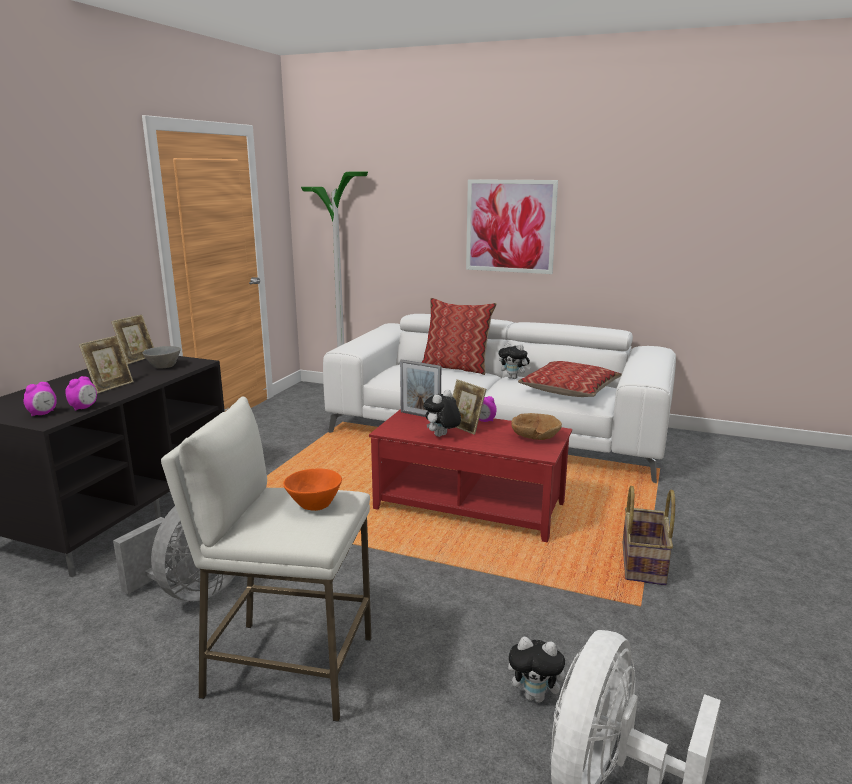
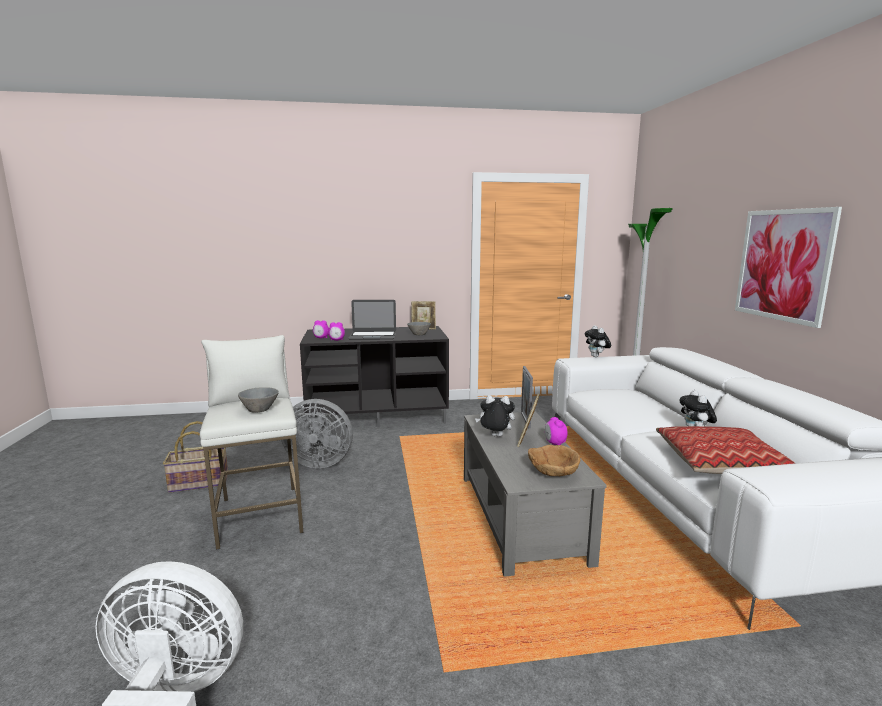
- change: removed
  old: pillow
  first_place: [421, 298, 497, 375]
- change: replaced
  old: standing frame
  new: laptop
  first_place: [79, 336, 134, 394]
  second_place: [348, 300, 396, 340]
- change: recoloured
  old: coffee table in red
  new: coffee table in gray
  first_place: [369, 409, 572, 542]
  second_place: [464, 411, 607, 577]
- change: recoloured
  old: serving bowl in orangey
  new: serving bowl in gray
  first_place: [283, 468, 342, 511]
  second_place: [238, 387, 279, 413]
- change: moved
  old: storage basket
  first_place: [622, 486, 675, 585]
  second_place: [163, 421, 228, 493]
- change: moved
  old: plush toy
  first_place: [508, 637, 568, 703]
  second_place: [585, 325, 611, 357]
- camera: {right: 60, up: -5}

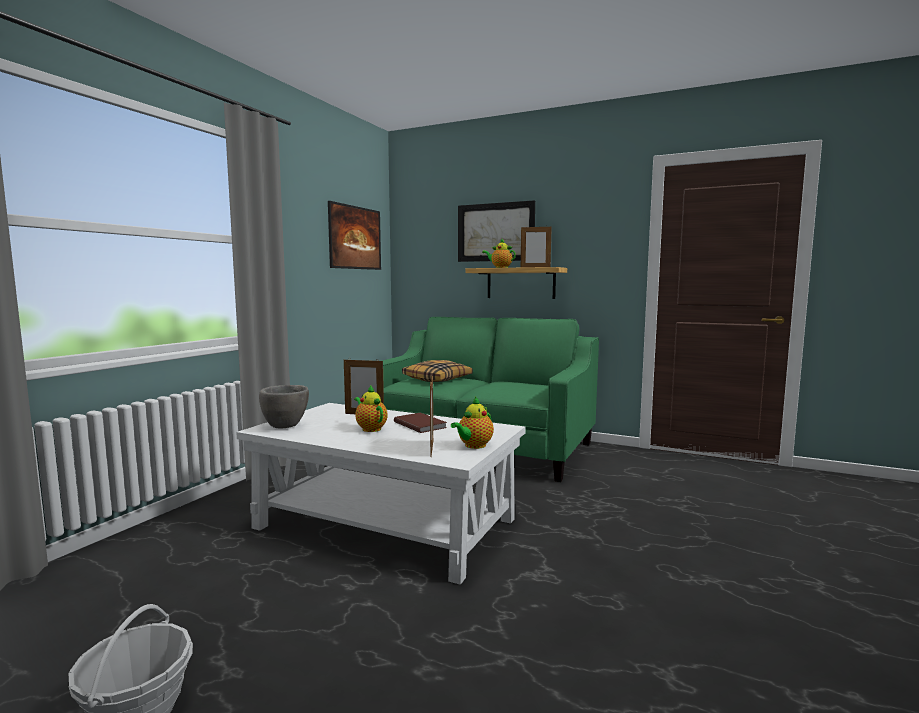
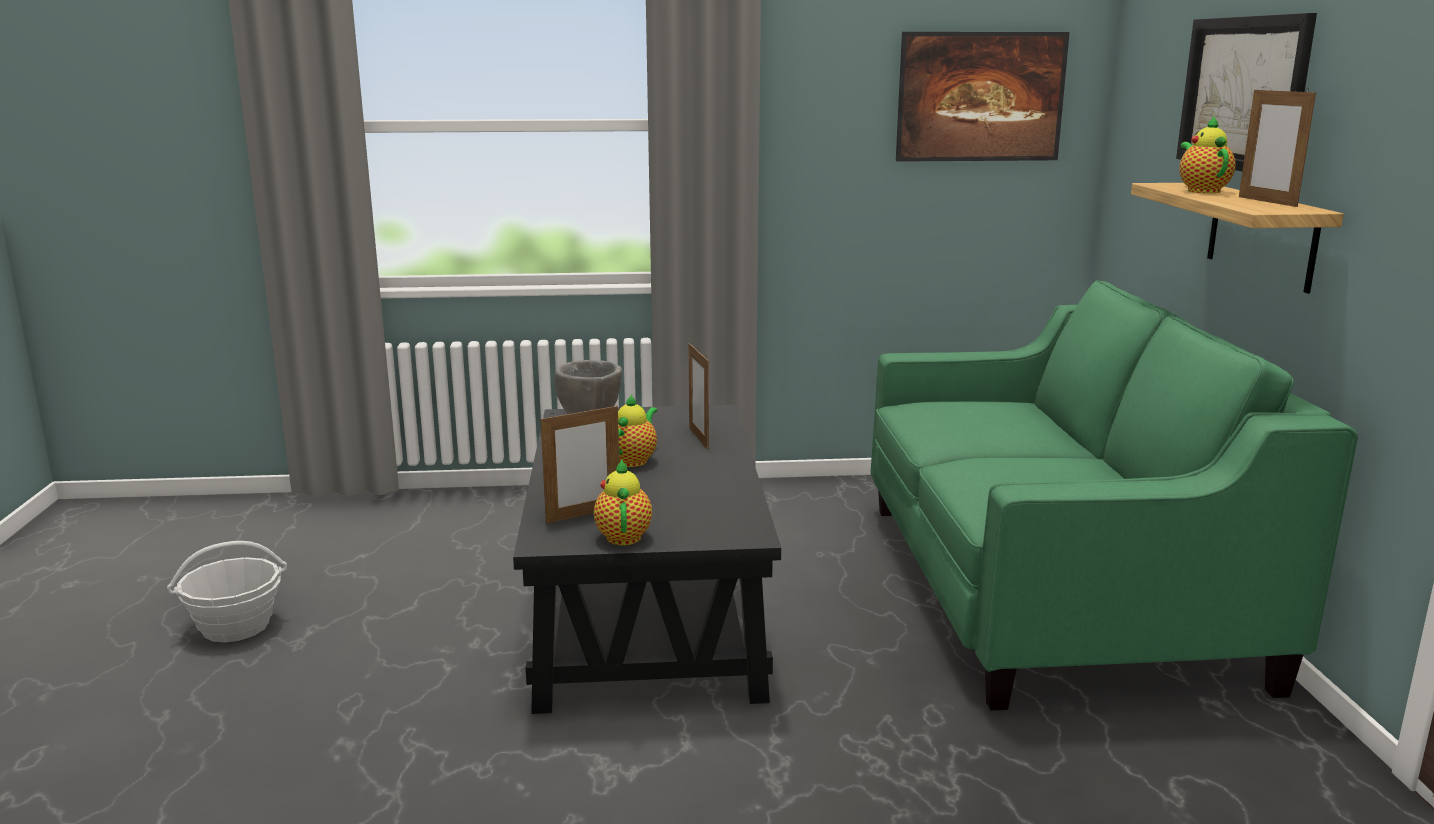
- change: removed
  old: pillow
  first_place: [402, 360, 473, 382]
- change: turned
  old: teapot
  first_place: [451, 397, 494, 449]
  second_place: [593, 459, 652, 545]
  degrees: 75
- change: recoloured
  old: coffee table in white-coloured
  new: coffee table in blackish
  first_place: [236, 403, 525, 585]
  second_place: [513, 405, 781, 714]
- change: removed
  old: book in brownish
  first_place: [394, 413, 447, 433]
- camera: {right: 60, up: 10}

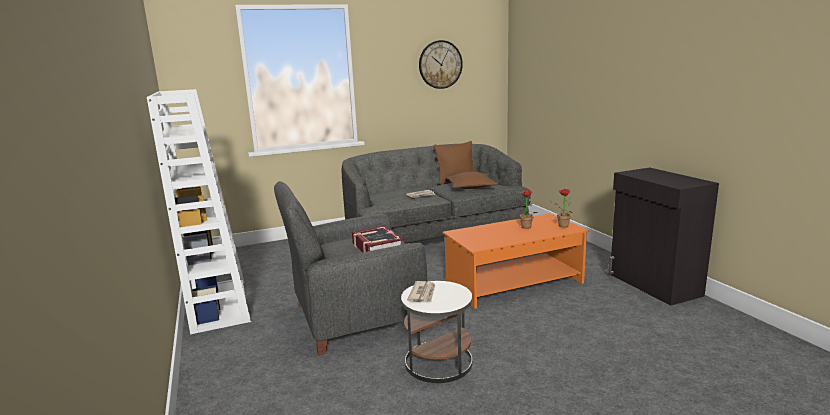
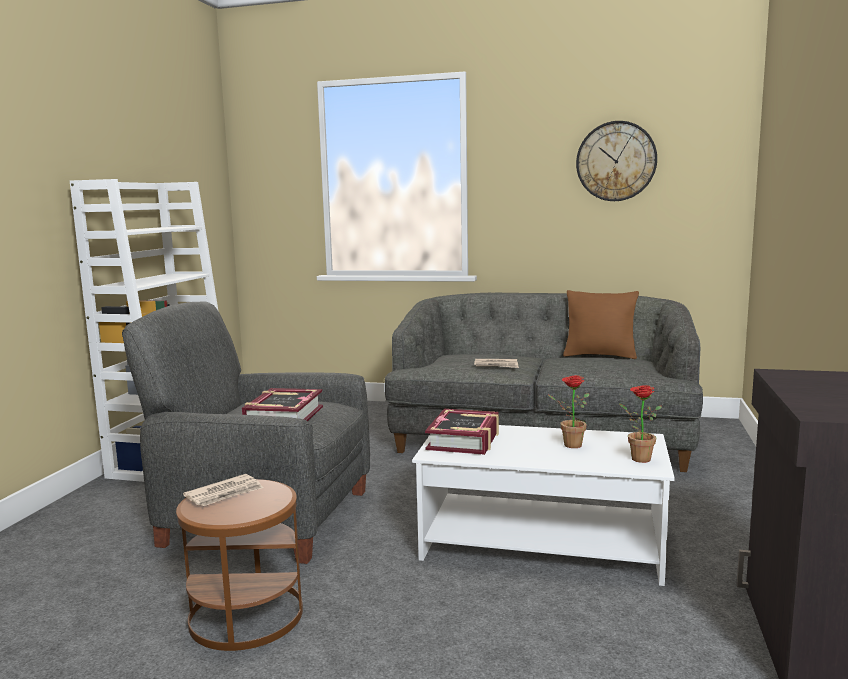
- change: removed
  old: pillow in brownish
  first_place: [446, 172, 498, 189]
- change: recoloured
  old: coffee table in orangey
  new: coffee table in white-coloured
  first_place: [443, 213, 589, 309]
  second_place: [412, 425, 675, 586]
- change: recoloured
  old: side table in white-coloured
  new: side table in brownish
  first_place: [401, 281, 472, 383]
  second_place: [176, 479, 303, 651]
- change: added
  new: book
  second_place: [425, 409, 499, 455]
- camera: {right: 35, up: -5}

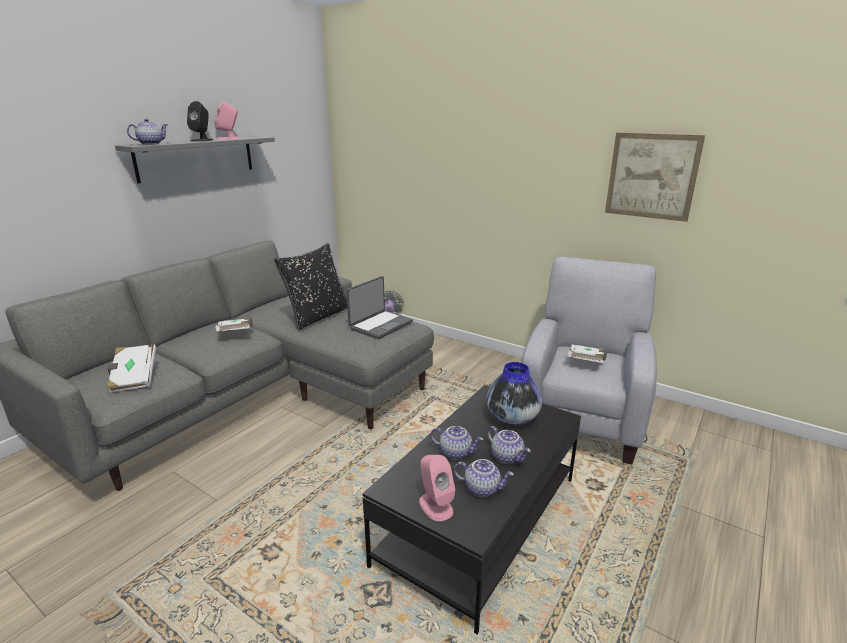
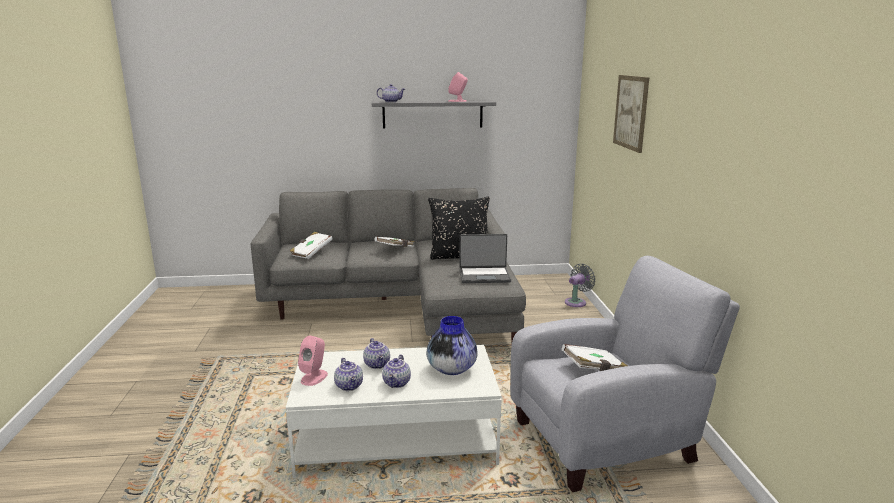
- change: removed
  old: speaker in blackish
  first_place: [187, 101, 213, 142]
- change: moved
  old: wall picture
  first_place: [605, 133, 705, 222]
  second_place: [613, 75, 649, 153]
- change: recoloured
  old: coffee table in blackish
  new: coffee table in white-coloured
  first_place: [362, 385, 581, 634]
  second_place: [286, 345, 502, 478]
- camera: {right: 50, up: -5}

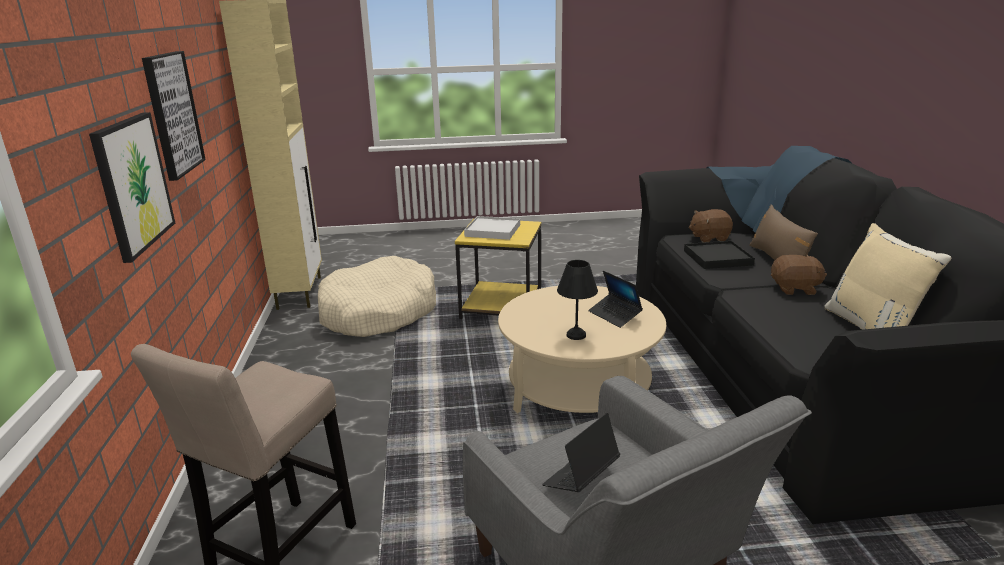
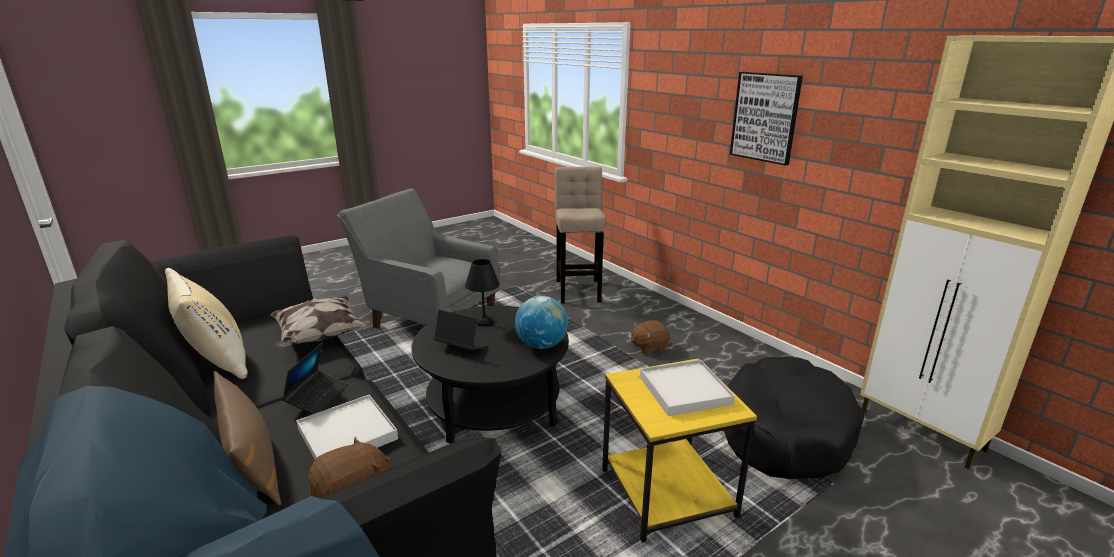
- change: removed
  old: wall picture
  first_place: [89, 112, 175, 263]
- change: recoloured
  old: carrying tray in blackish
  new: carrying tray in white-coloured
  first_place: [684, 241, 755, 269]
  second_place: [296, 395, 398, 460]
- change: moved
  old: plush toy in brownish
  first_place: [771, 255, 827, 295]
  second_place: [631, 320, 670, 354]
- change: recoloured
  old: dog cushion in beige
  new: dog cushion in blackish
  first_place: [318, 256, 436, 337]
  second_place: [725, 357, 864, 479]
- change: recoloured
  old: coffee table in beige
  new: coffee table in blackish
  first_place: [498, 286, 666, 413]
  second_place: [411, 306, 569, 444]
- change: moved
  old: laptop
  first_place: [542, 413, 620, 492]
  second_place: [282, 343, 348, 414]
- change: added
  new: pillow
  second_place: [270, 296, 366, 348]
- change: added
  new: world globe
  second_place: [515, 296, 568, 349]
- camera: {right: 150, up: 0}

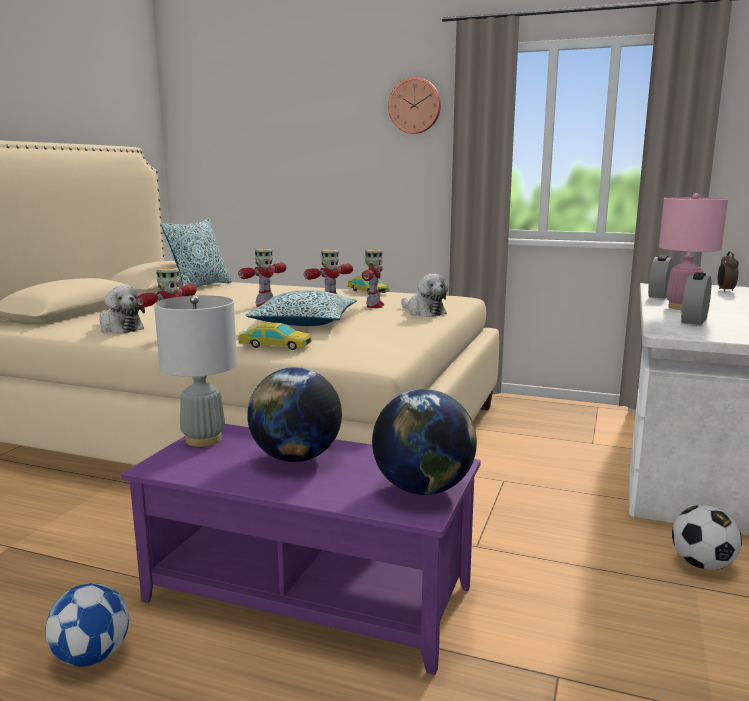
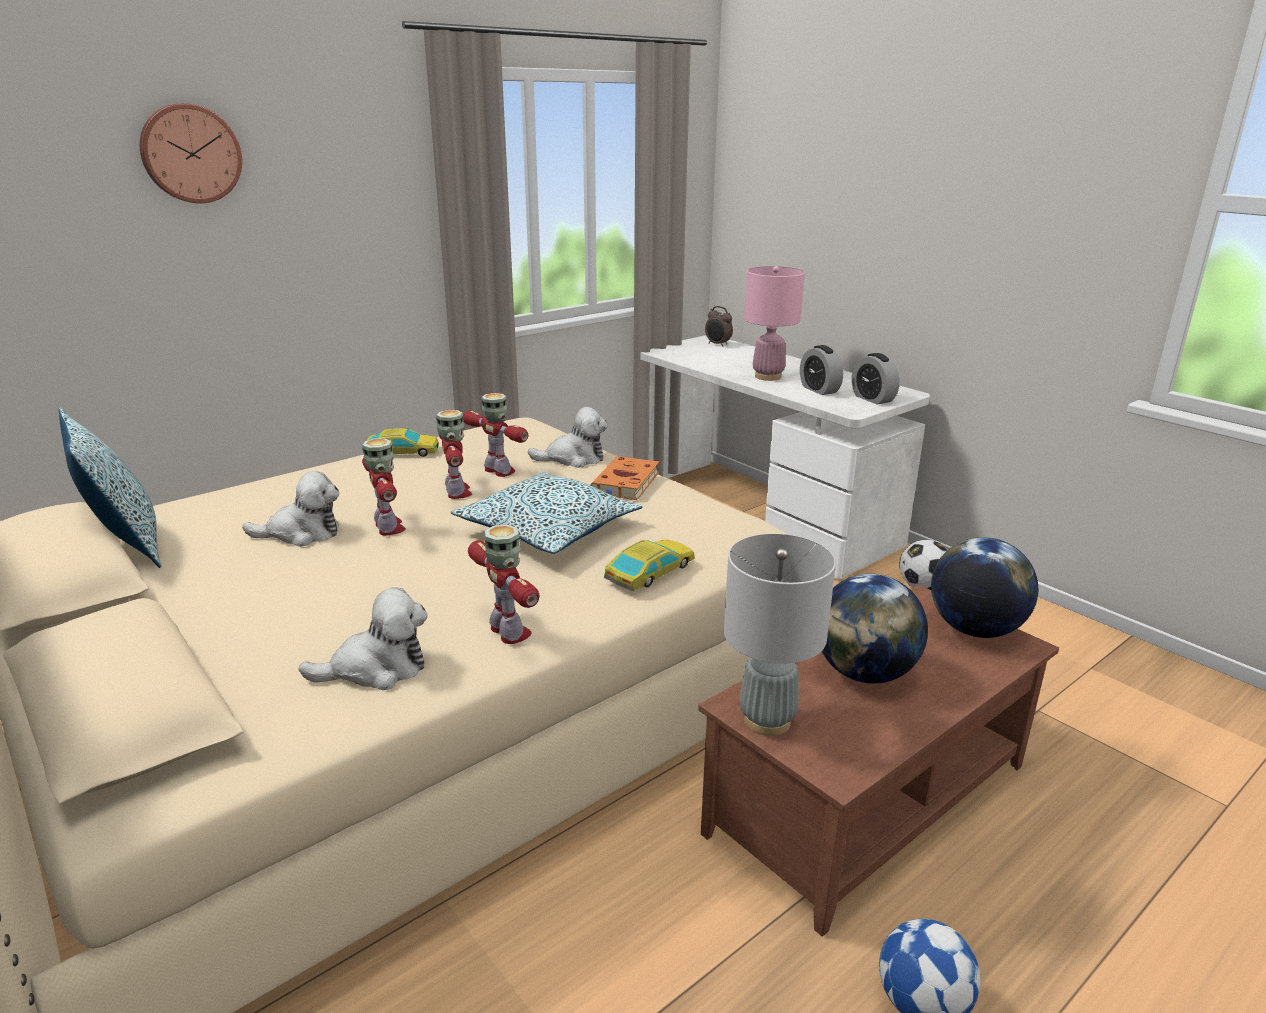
- change: moved
  old: hanging clock
  first_place: [388, 77, 441, 134]
  second_place: [140, 104, 242, 203]
- change: moved
  old: alarm clock
  first_place: [648, 255, 673, 298]
  second_place: [852, 353, 900, 405]
- change: recoloured
  old: coffee table in purplish
  new: coffee table in brownish
  first_place: [121, 424, 481, 675]
  second_place: [698, 585, 1059, 937]
- change: added
  new: book in orangey
  second_place: [591, 456, 659, 500]
- change: added
  new: plush toy
  second_place: [242, 471, 339, 547]
- camera: {right: -60, up: 10}

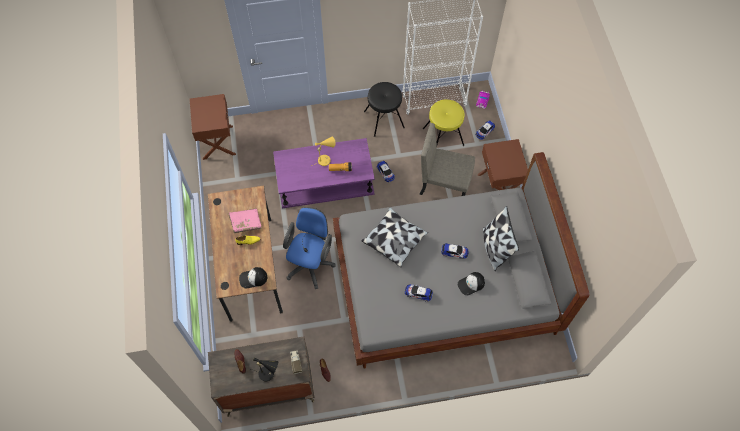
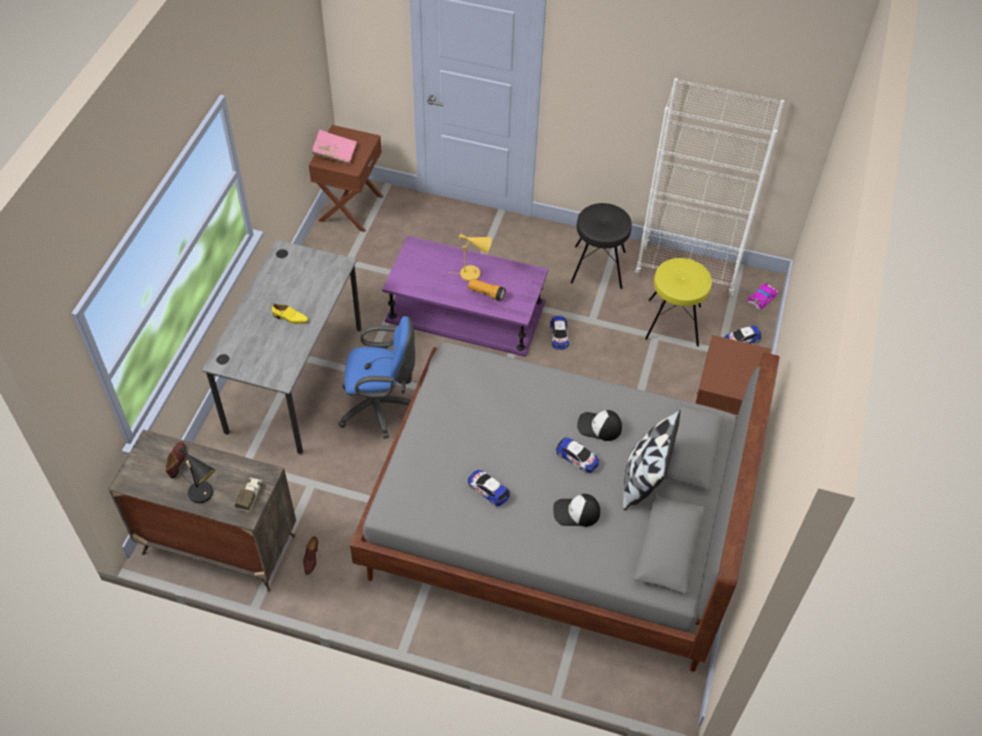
- change: removed
  old: plain chair in beige
  first_place: [419, 123, 475, 196]
- change: recoloured
  old: desk table in brownish
  new: desk table in gray
  first_place: [208, 186, 283, 322]
  second_place: [202, 240, 362, 455]
- change: turned
  old: office chair in blue-coloured
  first_place: [283, 207, 335, 289]
  second_place: [338, 316, 415, 439]
  degrees: 45
- change: removed
  old: pillow
  first_place: [361, 207, 428, 267]
- change: moved
  old: book in pink-coloured
  first_place: [228, 208, 261, 233]
  second_place: [312, 129, 357, 165]
- change: moved
  old: peaked cap
  first_place: [239, 267, 267, 289]
  second_place: [577, 410, 622, 441]
- camera: {right: 25, up: -10}

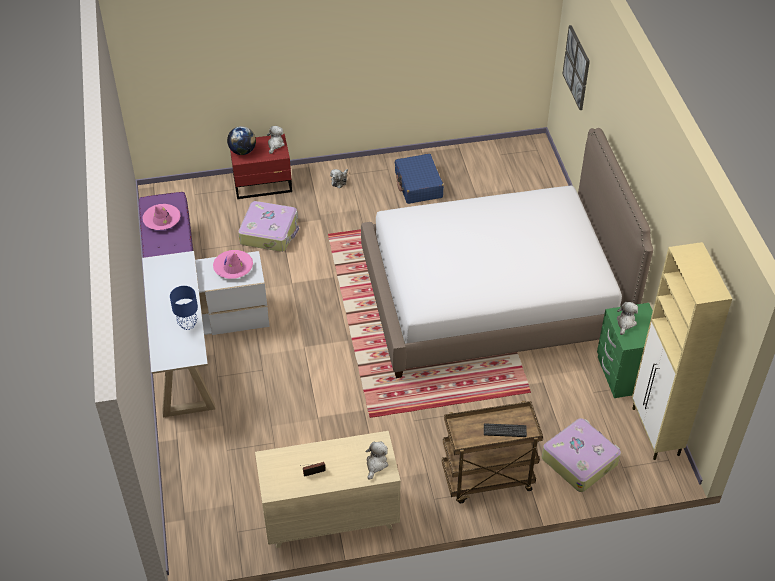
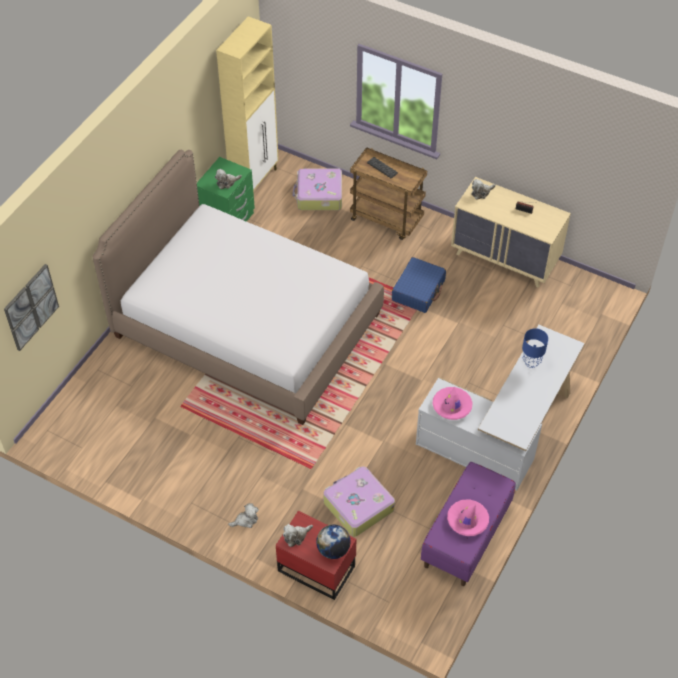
- change: moved
  old: piece of luggage in blue-coloured
  first_place: [395, 154, 444, 204]
  second_place: [392, 257, 446, 313]
- camera: {right: -140, up: 5}

